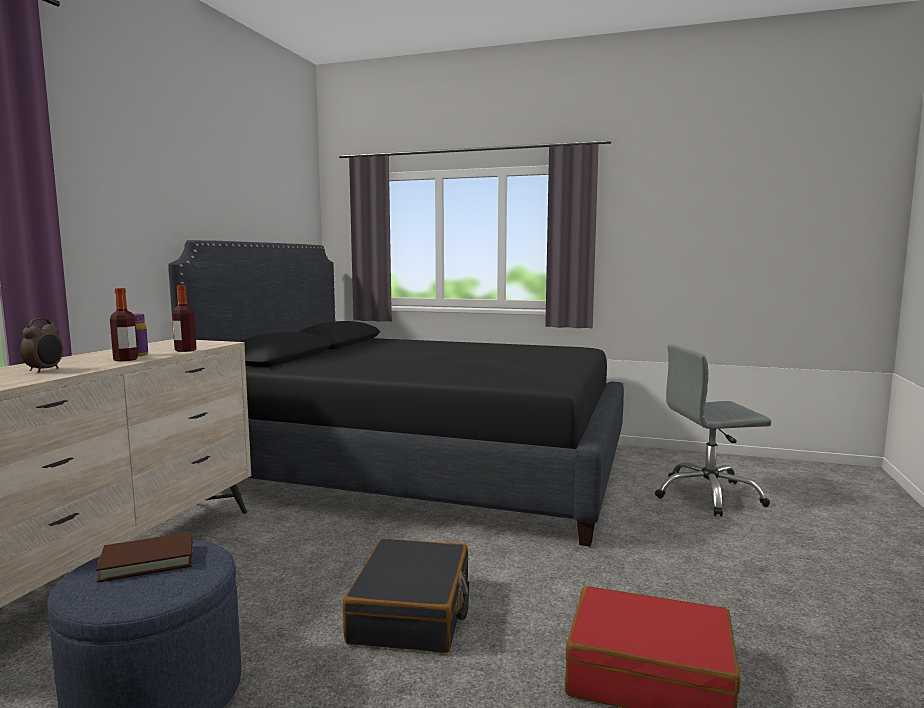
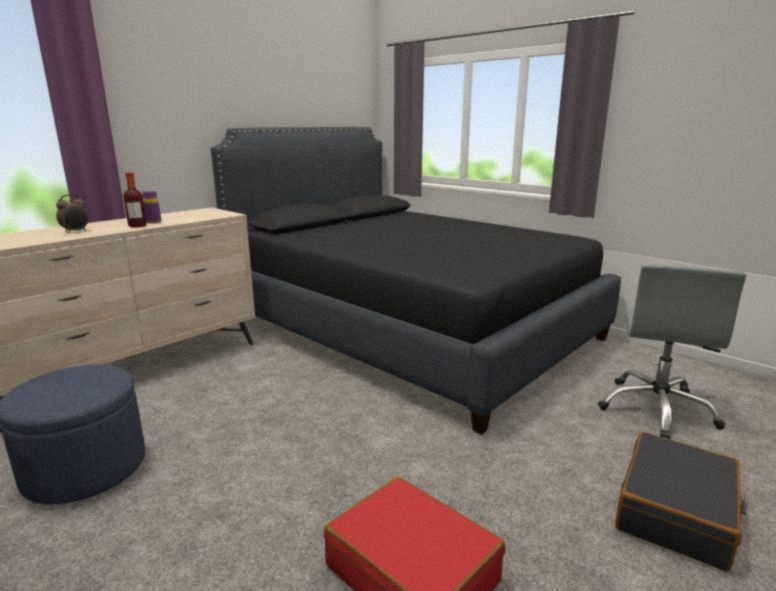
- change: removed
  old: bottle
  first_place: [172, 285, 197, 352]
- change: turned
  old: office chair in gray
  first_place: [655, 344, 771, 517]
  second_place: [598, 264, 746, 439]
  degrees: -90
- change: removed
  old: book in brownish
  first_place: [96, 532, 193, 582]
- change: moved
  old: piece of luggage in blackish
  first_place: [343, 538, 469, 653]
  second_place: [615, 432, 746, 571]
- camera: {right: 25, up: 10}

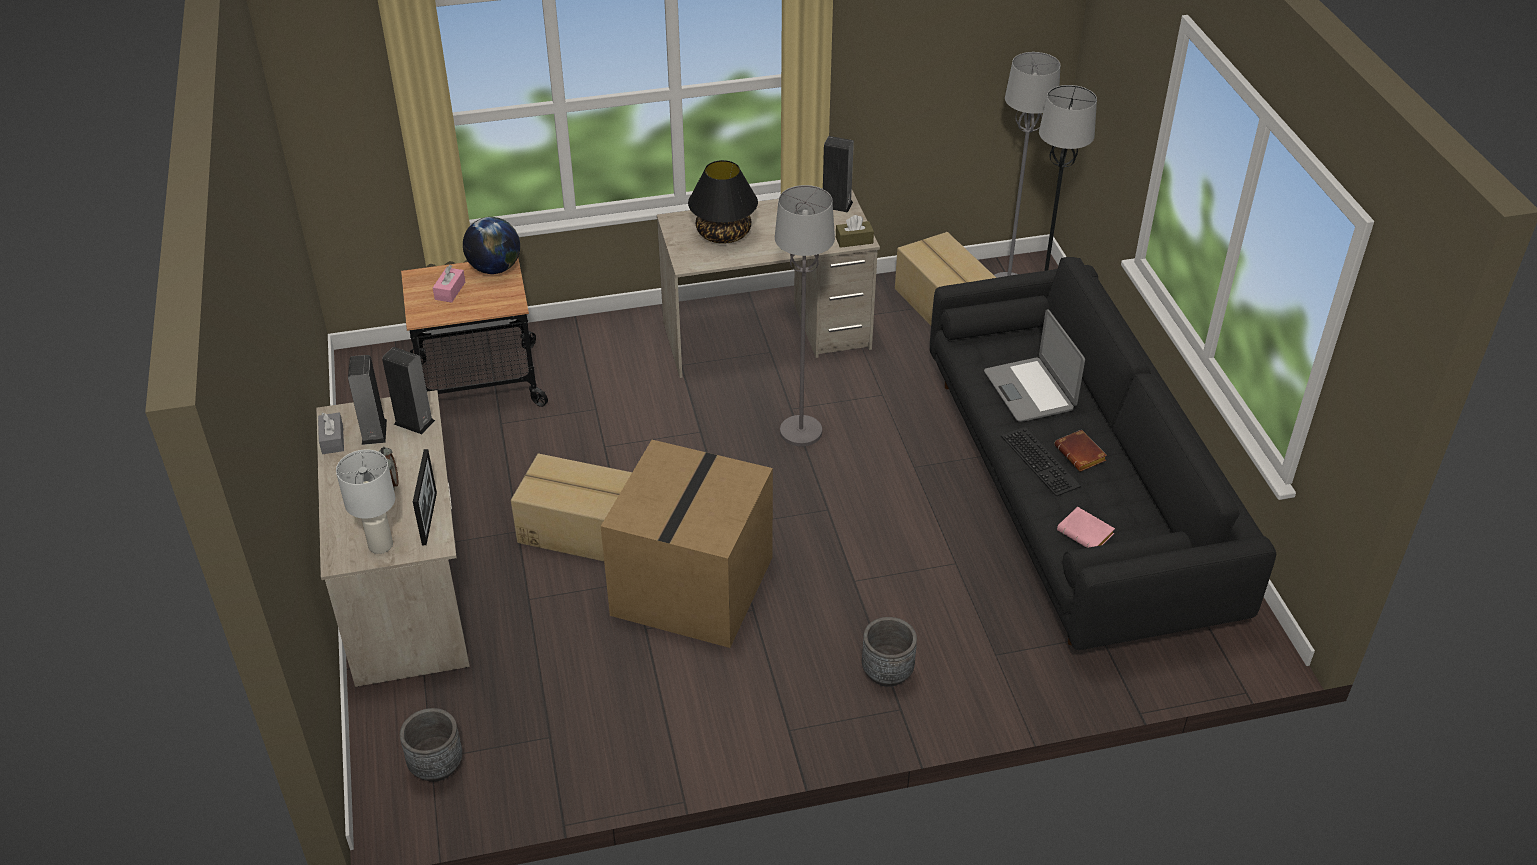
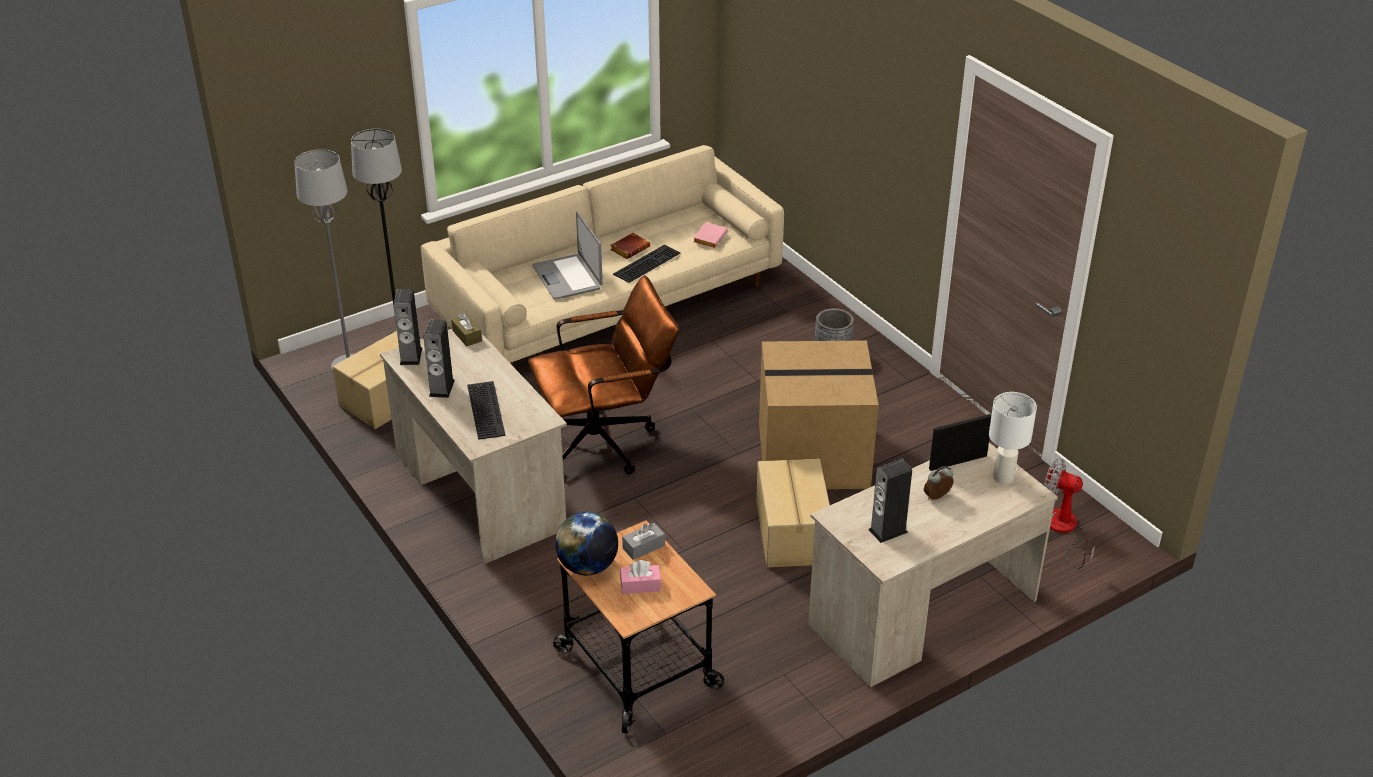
- change: replaced
  old: lamp for a table in blackish
  new: keyboard
  first_place: [688, 160, 758, 244]
  second_place: [467, 381, 506, 440]
- change: replaced
  old: standing lamp in gray
  new: office chair in brownish
  first_place: [775, 185, 835, 446]
  second_place: [528, 276, 679, 474]
- change: recoloured
  old: settee in blackish
  new: settee in beige
  first_place: [930, 257, 1276, 650]
  second_place: [421, 145, 784, 366]
- change: turned
  old: laptop
  first_place: [984, 309, 1085, 422]
  second_place: [532, 212, 603, 299]
  degrees: 105
- change: moved
  old: speaker
  first_place: [382, 347, 435, 434]
  second_place: [423, 319, 455, 398]
- change: moved
  old: box of tissues in gray
  first_place: [318, 413, 344, 454]
  second_place: [622, 523, 665, 560]
- change: replaced
  old: planter in gray
  new: cooling fan
  first_place: [400, 708, 463, 782]
  second_place: [1044, 458, 1095, 568]
- camera: {right: -110, up: -5}

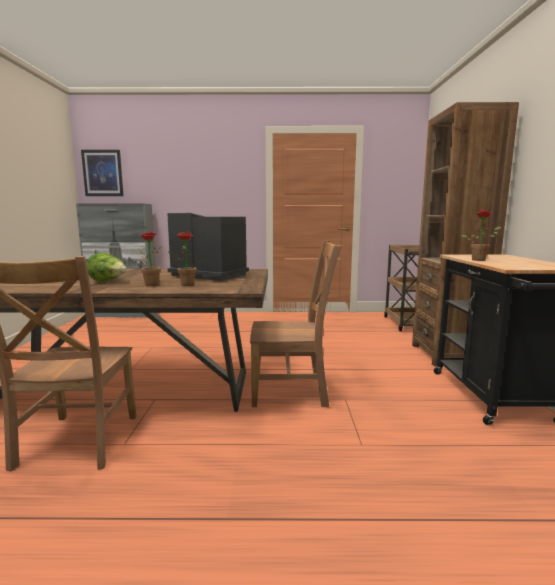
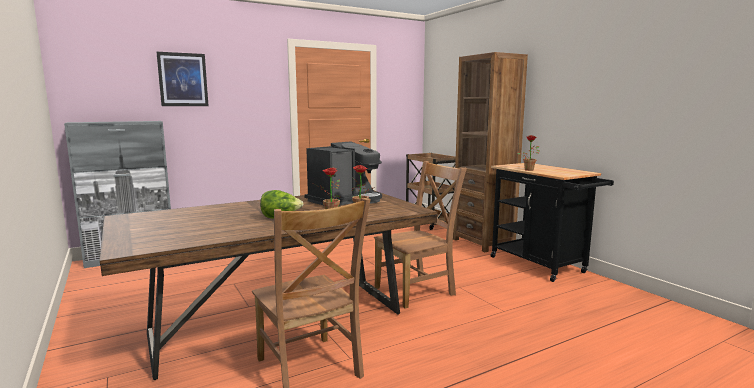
- change: moved
  old: wall picture
  first_place: [81, 150, 123, 196]
  second_place: [157, 52, 208, 106]
- change: turned
  old: coffee brewer
  first_place: [167, 213, 249, 281]
  second_place: [305, 141, 382, 206]
  degrees: 135
- camera: {right: -30, up: 0}

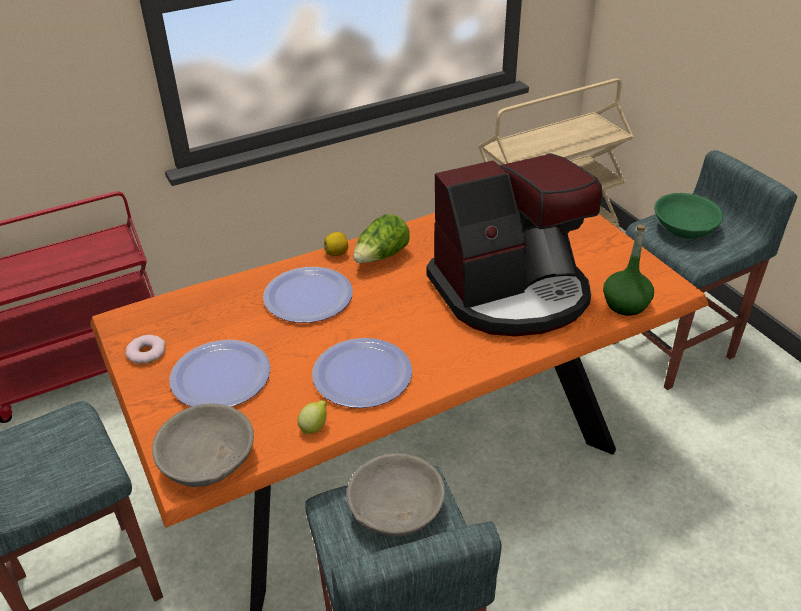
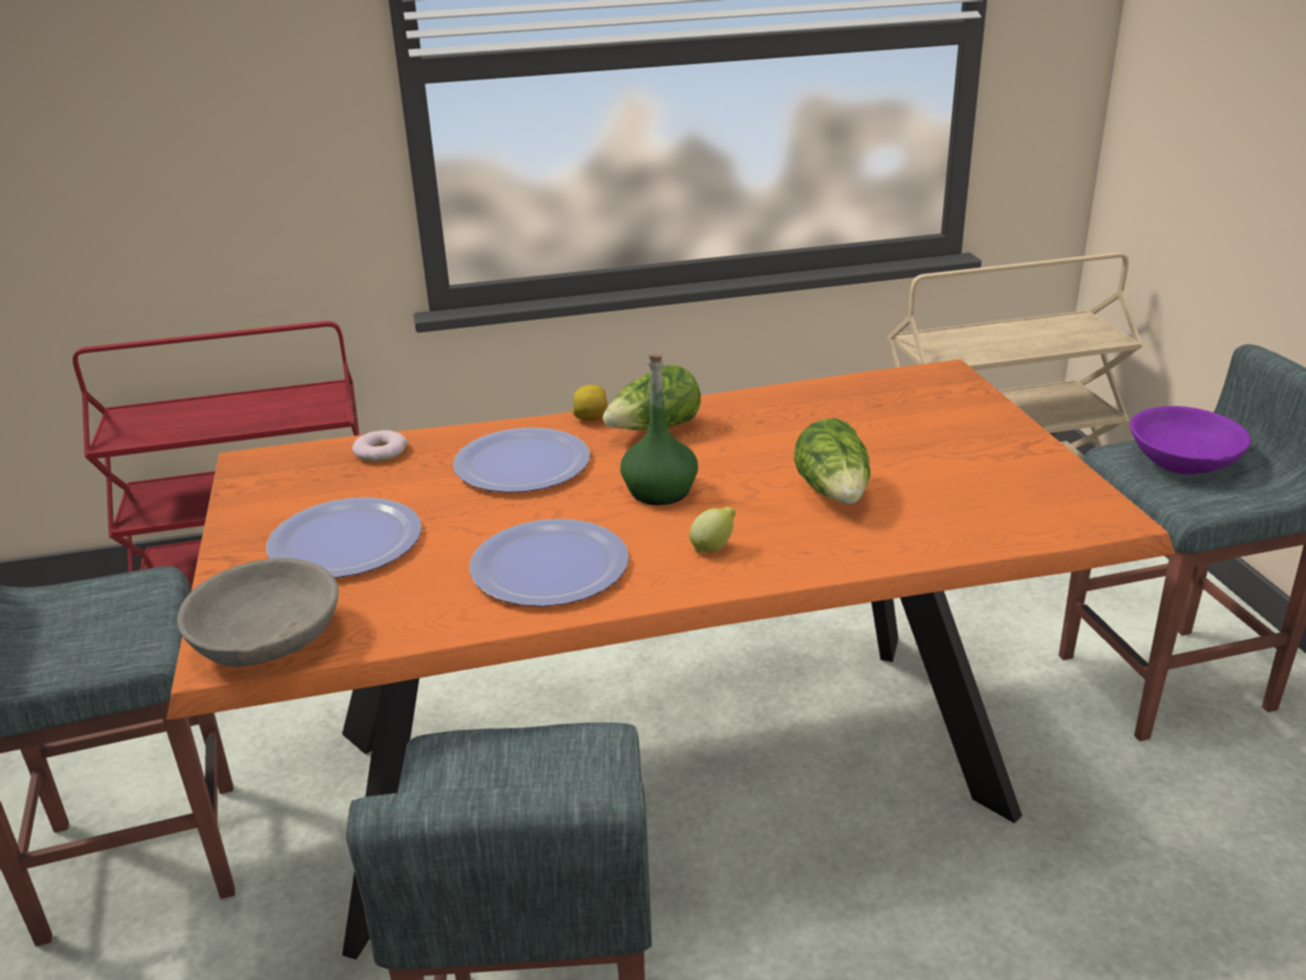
- change: replaced
  old: coffee brewer
  new: lettuce head
  first_place: [426, 153, 602, 336]
  second_place: [794, 418, 870, 504]
- change: recoloured
  old: serving bowl in green-coloured
  new: serving bowl in purplish
  first_place: [654, 193, 723, 239]
  second_place: [1130, 406, 1251, 475]
- change: moved
  old: bottle in green-coloured
  first_place: [603, 225, 654, 316]
  second_place: [620, 354, 698, 505]
- change: moved
  old: donut
  first_place: [125, 335, 166, 364]
  second_place: [352, 430, 408, 462]
- change: moved
  old: lemon
  first_place: [297, 400, 327, 434]
  second_place: [689, 507, 736, 553]
- change: removed
  old: serving bowl in gray
  first_place: [347, 453, 445, 536]
- camera: {right: 15, up: -10}

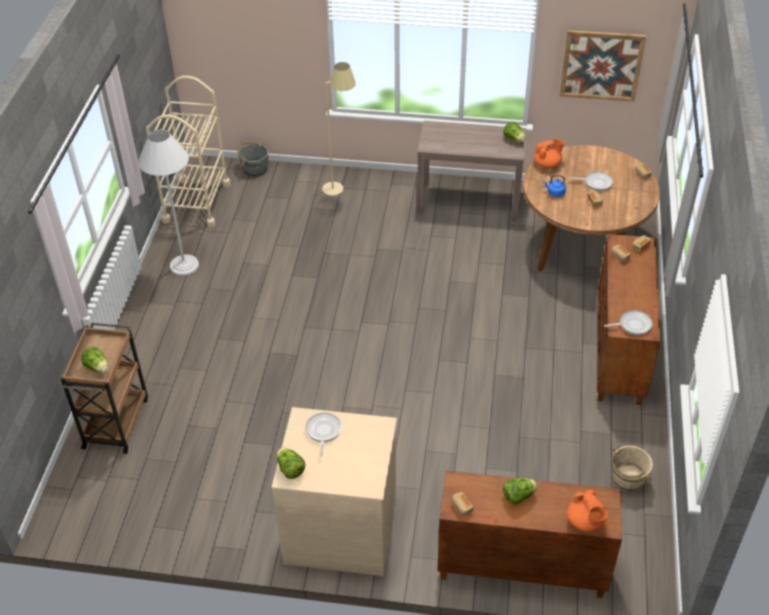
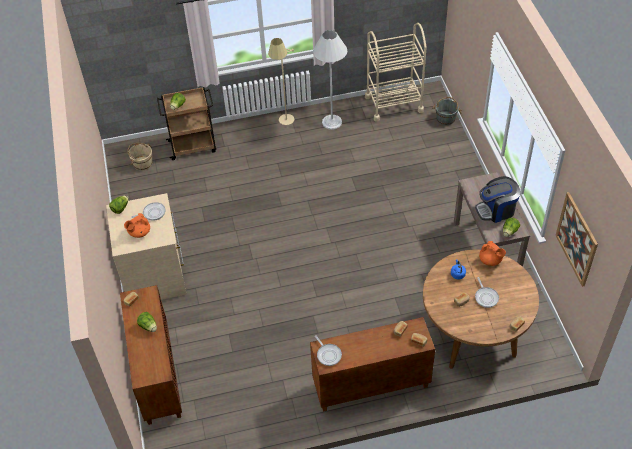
- change: moved
  old: standing lamp in beige
  first_place: [322, 62, 356, 196]
  second_place: [268, 38, 294, 125]
- change: moved
  old: pail in beige
  first_place: [611, 446, 653, 492]
  second_place: [127, 143, 152, 171]
- change: moved
  old: teapot in orangey
  first_place: [567, 490, 608, 532]
  second_place: [124, 213, 150, 238]
- change: added
  new: coffee brewer
  second_place: [475, 176, 520, 223]
- camera: {right: 70, up: 5}

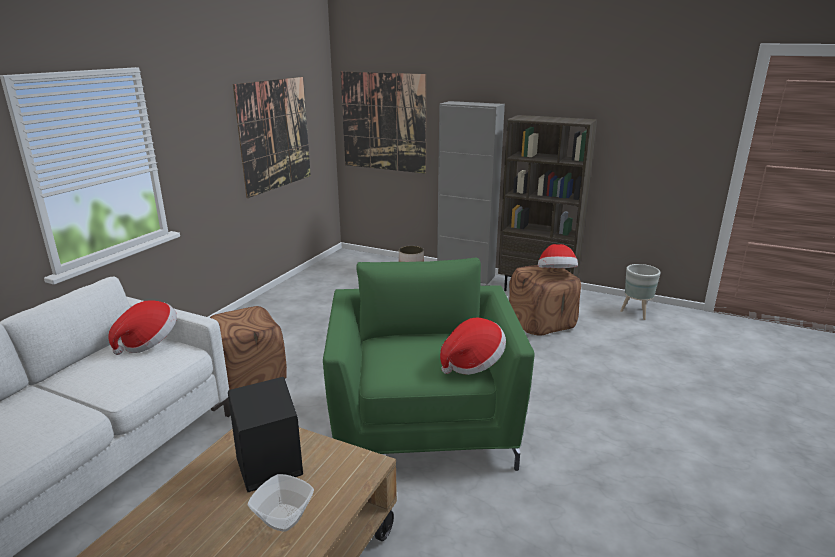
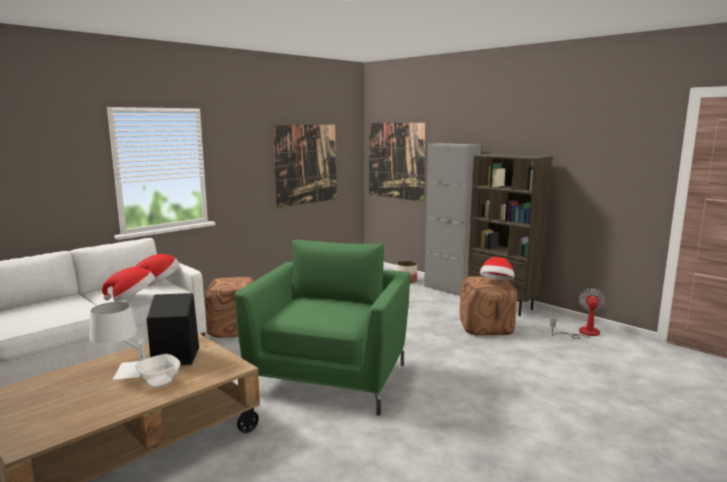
- change: replaced
  old: planter in gray
  new: cooling fan
  first_place: [620, 264, 661, 320]
  second_place: [550, 288, 606, 339]
- change: moved
  old: hat
  first_place: [440, 318, 506, 375]
  second_place: [102, 267, 155, 302]
- change: added
  new: lamp for a table in white-coloured
  second_place: [89, 302, 146, 380]
- camera: {right: 20, up: -10}

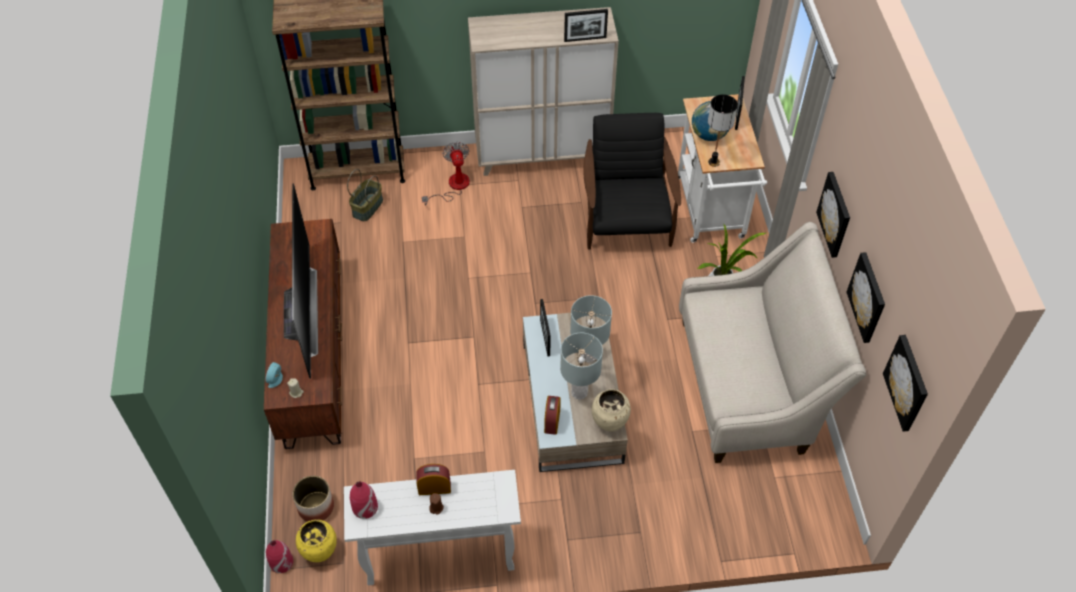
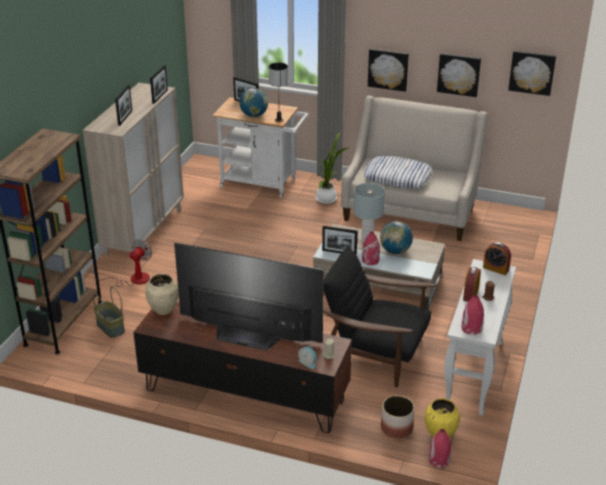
- change: moved
  old: armchair in blackish
  first_place: [583, 113, 681, 250]
  second_place: [323, 248, 436, 387]
- change: turned
  old: cooling fan
  first_place: [422, 142, 470, 206]
  second_place: [91, 240, 152, 287]
  degrees: 105
- change: replaced
  old: lamp for a table in gray
  new: world globe
  first_place: [560, 333, 603, 400]
  second_place: [380, 221, 413, 254]
- change: moved
  old: flower vase in beige
  first_place: [592, 389, 631, 432]
  second_place: [145, 274, 179, 315]
- change: moved
  old: alarm clock
  first_place: [544, 396, 561, 435]
  second_place: [483, 242, 511, 275]
- change: added
  new: standing frame
  second_place: [115, 85, 132, 126]
- change: added
  new: pillow
  second_place: [364, 155, 432, 188]
- change: added
  new: flower vase in red
  second_place: [362, 232, 380, 265]
- camera: {right: -65, up: -20}

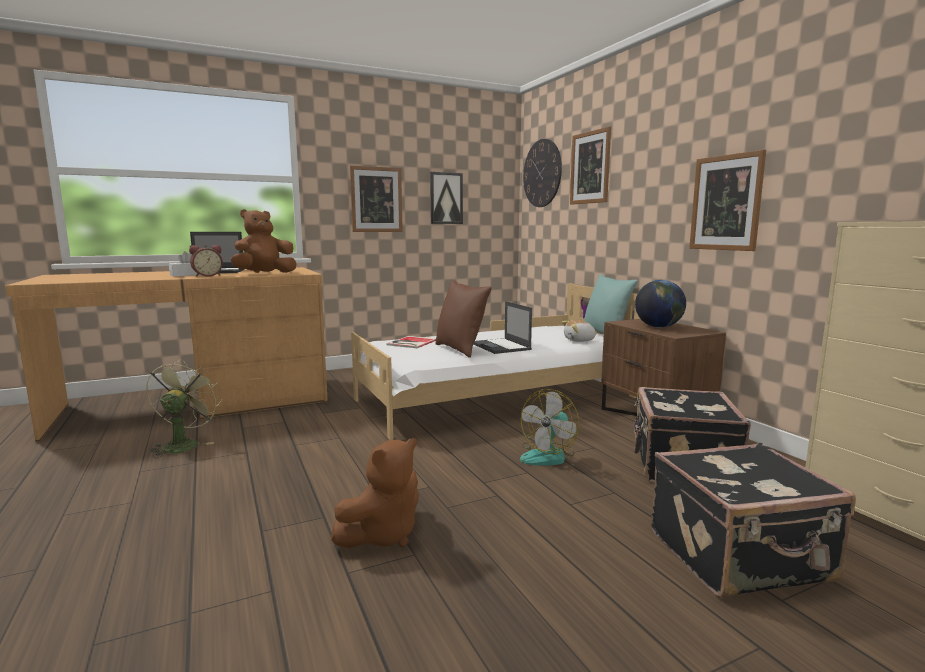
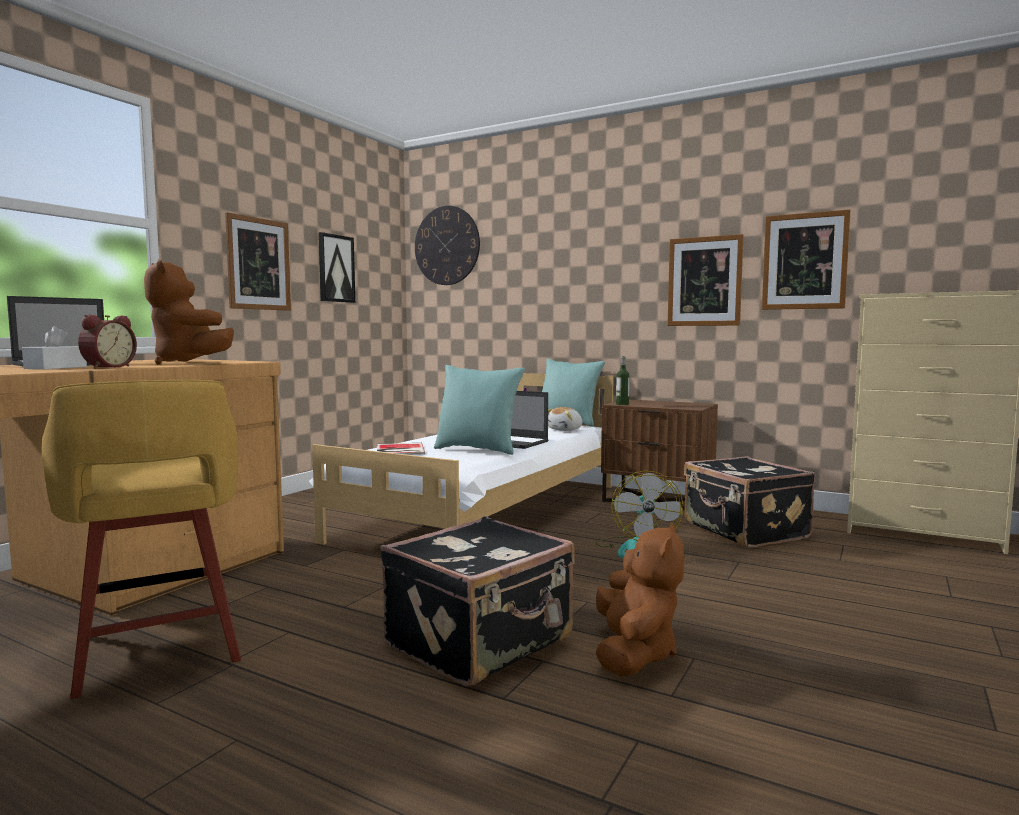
- change: moved
  old: wall picture
  first_place: [570, 126, 611, 205]
  second_place: [762, 209, 850, 310]
- change: turned
  old: plush toy in brownish
  first_place: [231, 209, 297, 273]
  second_place: [144, 259, 234, 365]
  degrees: -60
- change: recoloured
  old: pillow in brownish
  new: pillow in turquoise
  first_place: [435, 280, 492, 358]
  second_place: [434, 365, 525, 455]
- change: removed
  old: world globe
  first_place: [635, 280, 686, 328]
- change: replaced
  old: cooling fan in green-coloured
  new: stool in yellowish
  first_place: [146, 359, 222, 458]
  second_place: [42, 380, 241, 699]
- change: moved
  old: piece of luggage in blackish
  first_place: [651, 442, 856, 598]
  second_place: [380, 516, 575, 686]
- change: added
  new: bottle
  second_place: [616, 356, 630, 405]
- camera: {right: -35, up: -5}

